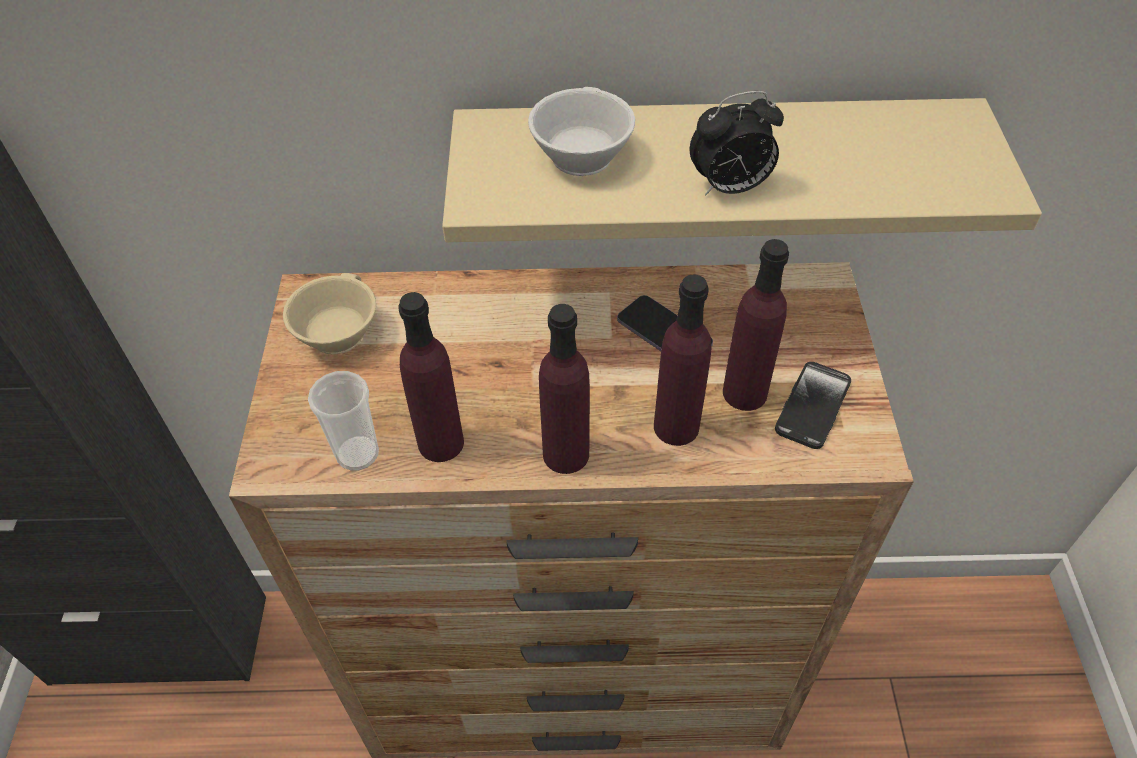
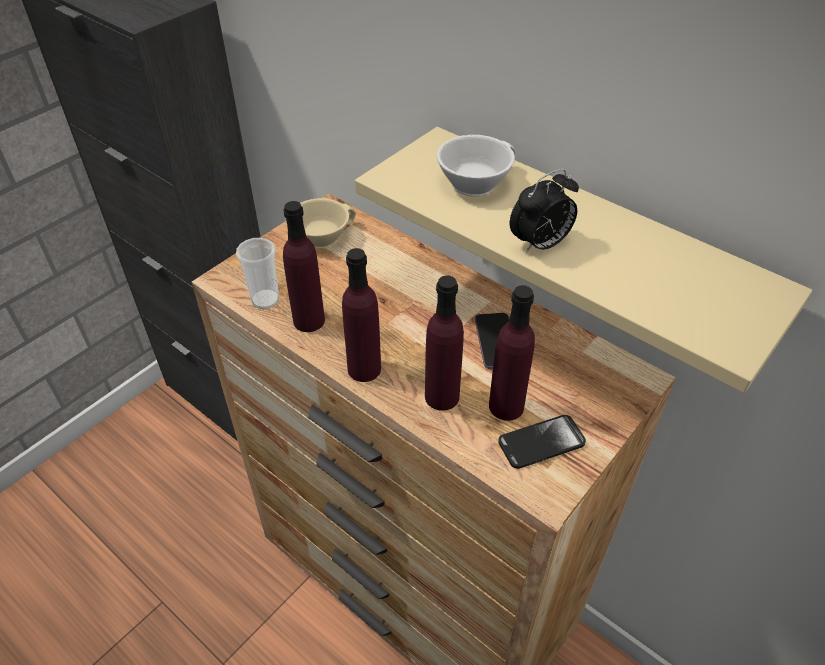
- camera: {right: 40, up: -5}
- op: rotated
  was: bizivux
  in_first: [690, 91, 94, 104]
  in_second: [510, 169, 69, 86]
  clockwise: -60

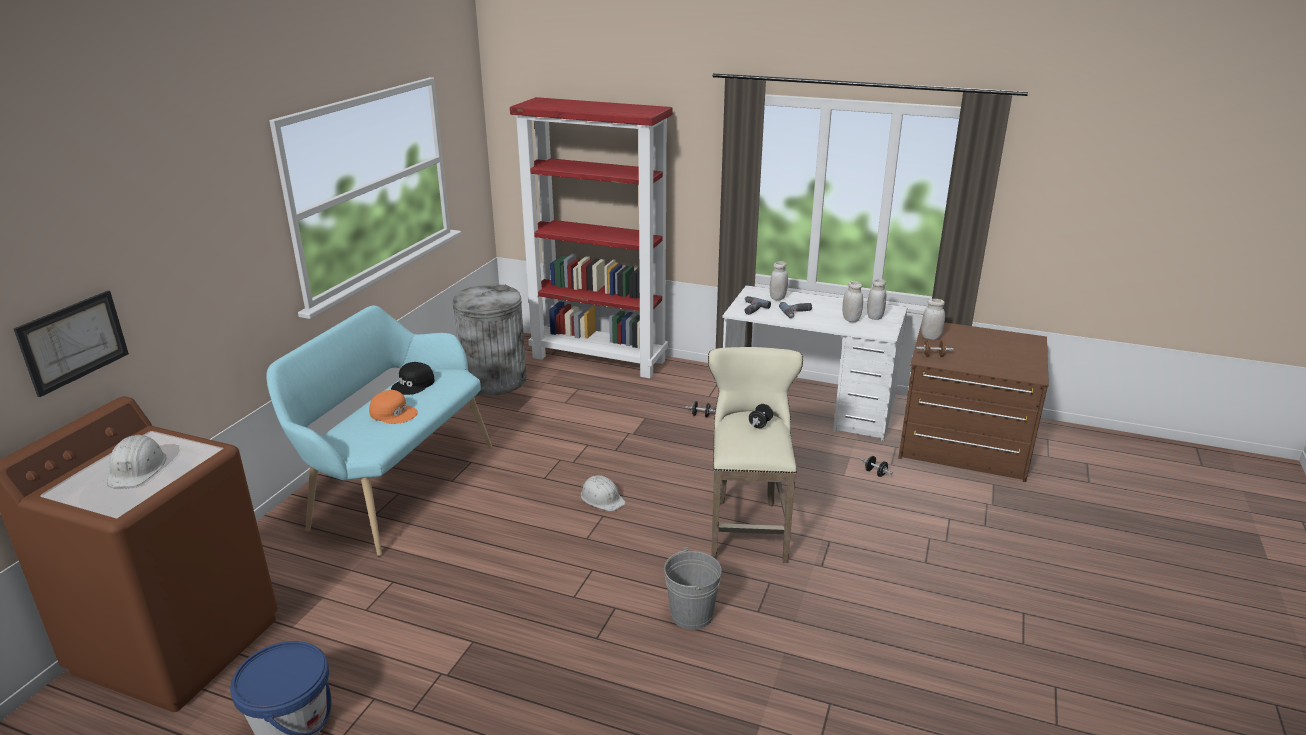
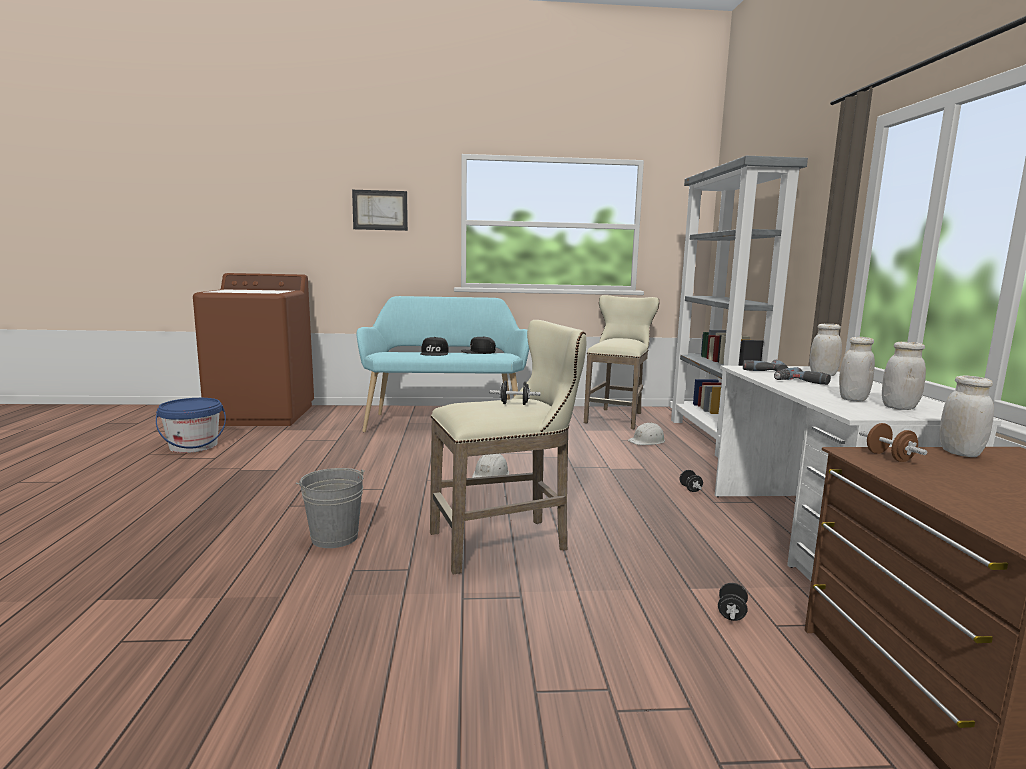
- camera: {right: 65, up: -15}
- op: shifted
  was: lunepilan
  in_first: [14, 291, 115, 106]
  in_second: [352, 190, 56, 41]
- op: shifted
  was: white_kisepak
  in_first: [107, 435, 60, 53]
  in_second: [628, 422, 37, 23]
- op: swapped
  was: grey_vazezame
  now: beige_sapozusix
  in_first: [453, 285, 74, 110]
  in_second: [584, 295, 75, 134]
- op: repainted
  was: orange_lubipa
  now: black_lubipa
  in_first: [369, 390, 49, 34]
  in_second: [421, 337, 28, 19]
- op: repainted
  was: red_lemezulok
  now: grey_lemezulok
  in_first: [510, 97, 163, 281]
  in_second: [670, 156, 138, 302]

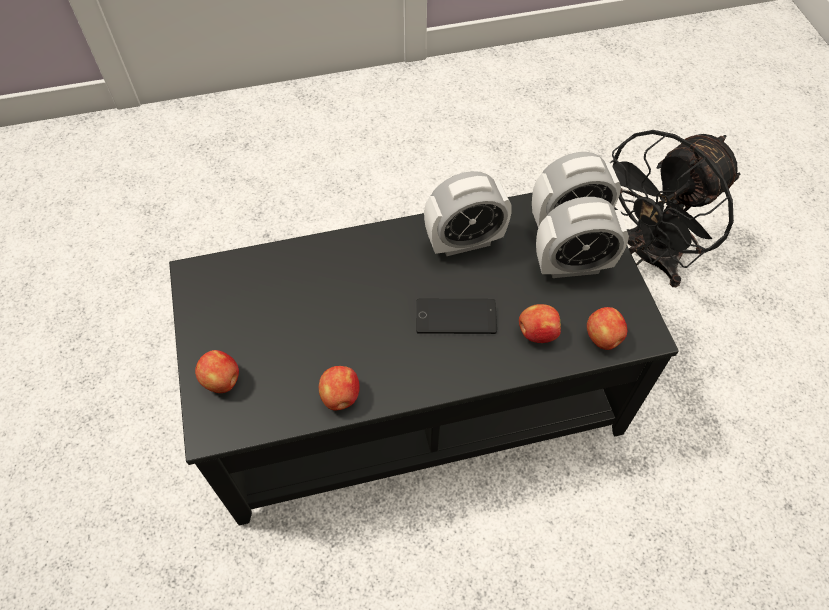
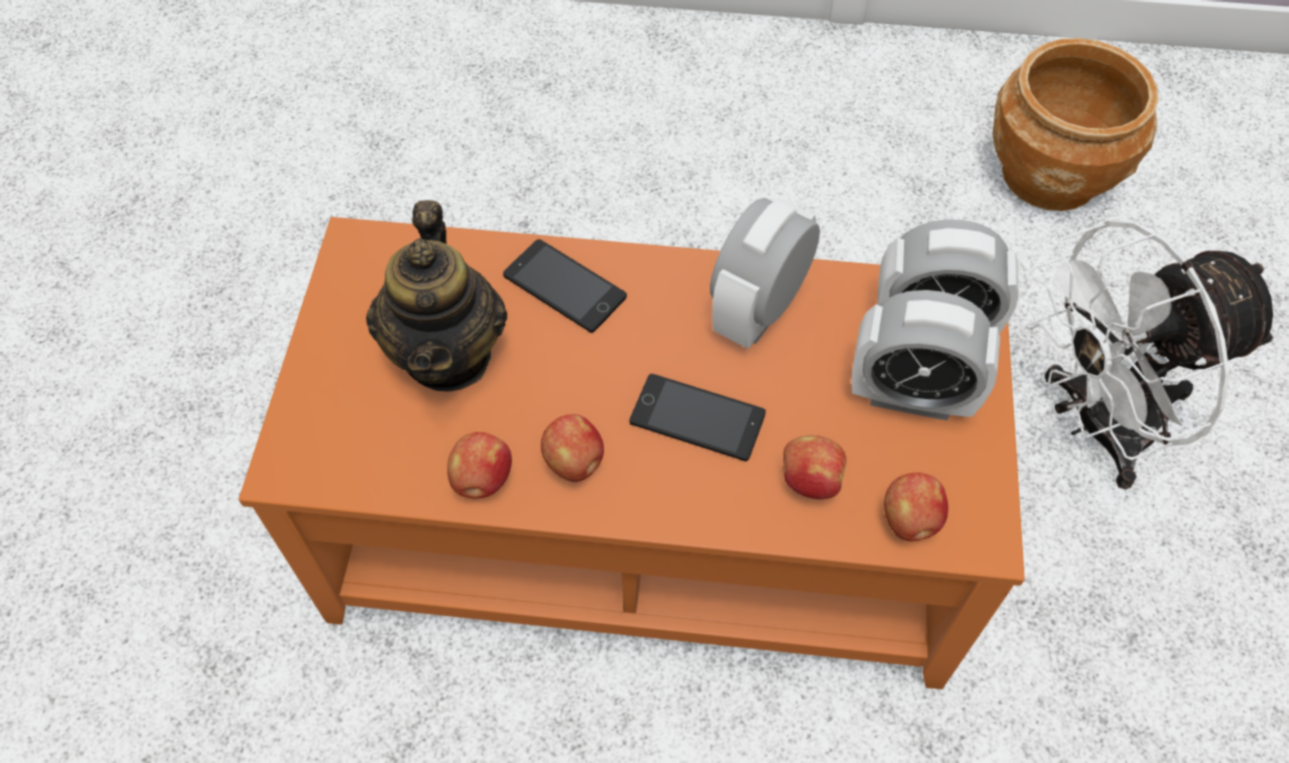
- camera: {right: 20, up: 0}
- op: new
  now: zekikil
  in_second: [366, 200, 141, 192]
- op: new
  now: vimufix
  in_second: [503, 239, 124, 94]
- op: new
  now: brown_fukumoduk
  in_second: [992, 38, 167, 173]
- op: shifted
  was: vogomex
  in_first: [195, 350, 44, 43]
  in_second: [541, 414, 63, 68]
- op: repainted
  was: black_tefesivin
  now: orange_tefesivin
  in_first: [169, 192, 510, 334]
  in_second: [239, 217, 786, 472]
- op: repainted
  was: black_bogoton
  now: white_bogoton
  in_first: [609, 130, 131, 157]
  in_second: [1026, 220, 252, 269]
- op: rotated
  was: bizivux
  in_first: [424, 171, 88, 85]
  in_second: [710, 197, 110, 152]
  clockwise: 120

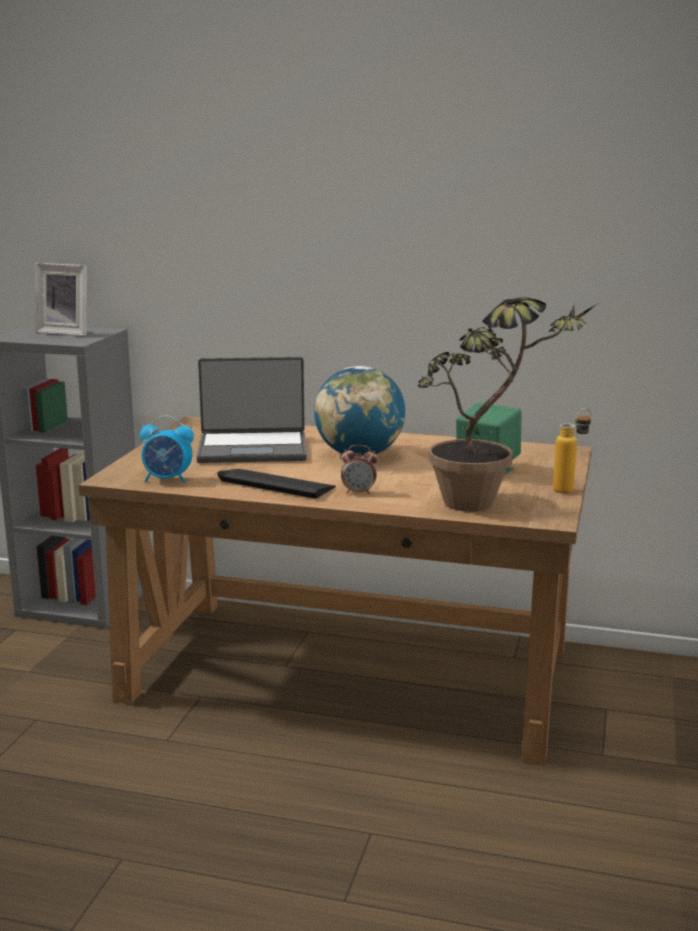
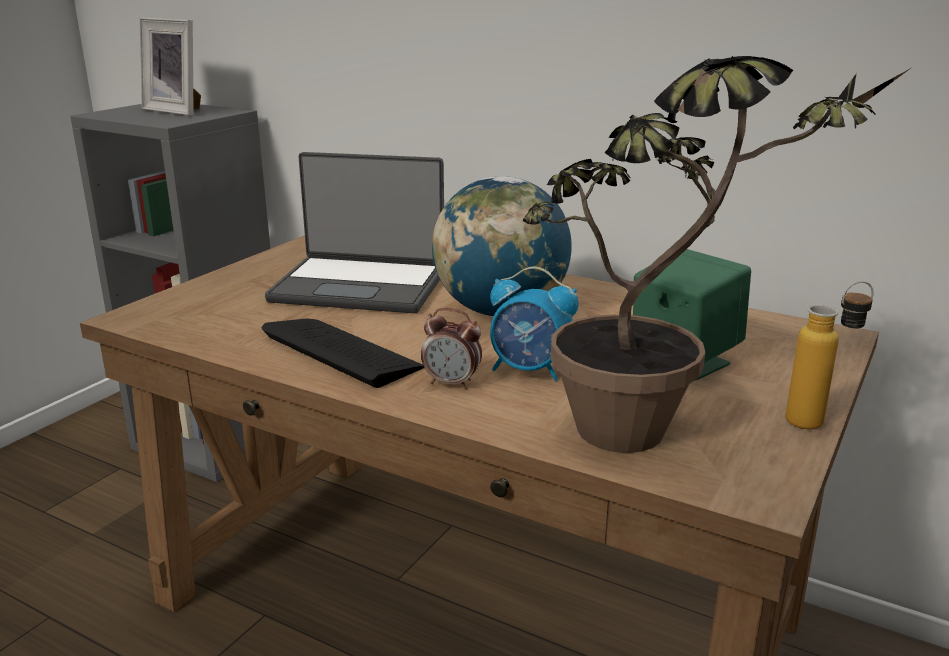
- camera: {right: 15, up: 5}
- op: shifted
  was: bizivux
  in_first: [140, 416, 54, 67]
  in_second: [490, 267, 89, 114]

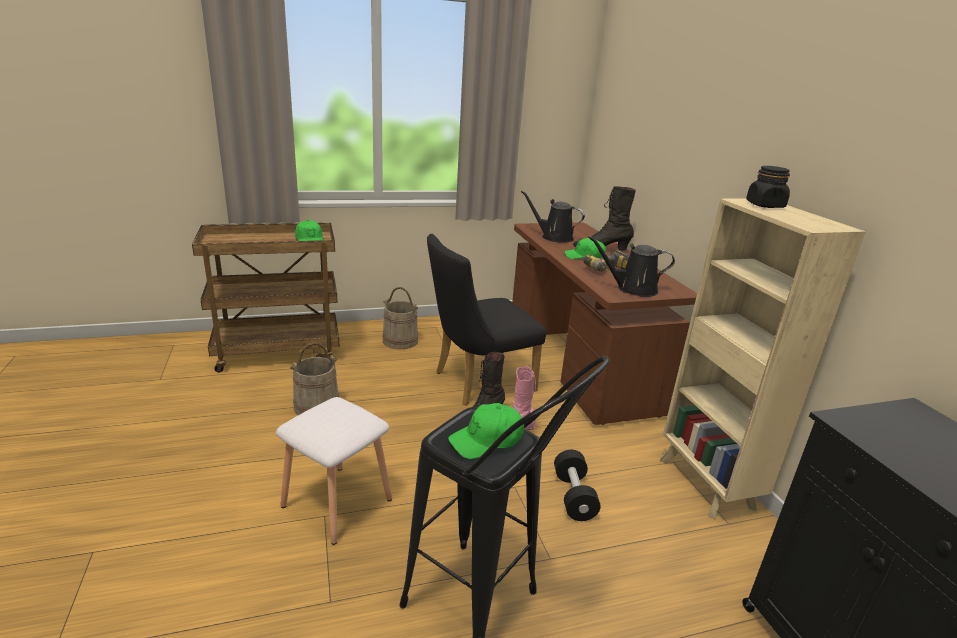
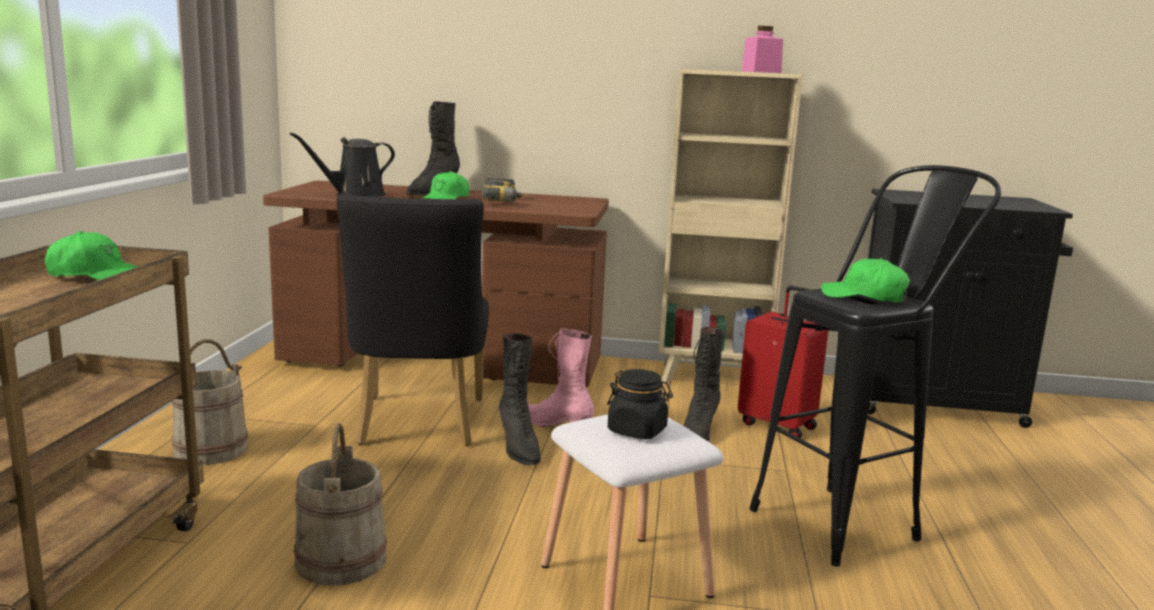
- camera: {right: -65, up: -10}
- op: gone
  was: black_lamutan
  in_first: [588, 236, 87, 61]
- op: new
  now: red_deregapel
  in_second: [738, 286, 90, 152]
- op: new
  now: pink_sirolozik
  in_second: [742, 26, 41, 47]
- op: shifted
  was: black_sirolozik
  in_first: [746, 166, 44, 42]
  in_second: [607, 369, 66, 70]
- op: swapped
  was: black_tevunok
  now: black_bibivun
  in_first: [554, 450, 47, 71]
  in_second: [683, 327, 41, 115]
- op: rotated
  was: green_lubipa
  in_first: [448, 403, 76, 56]
  in_second: [821, 258, 89, 44]
  clockwise: 120

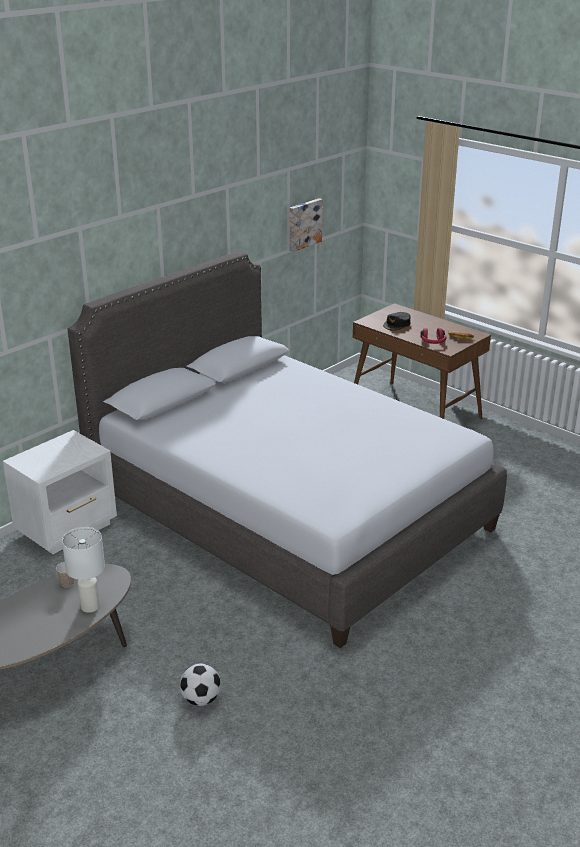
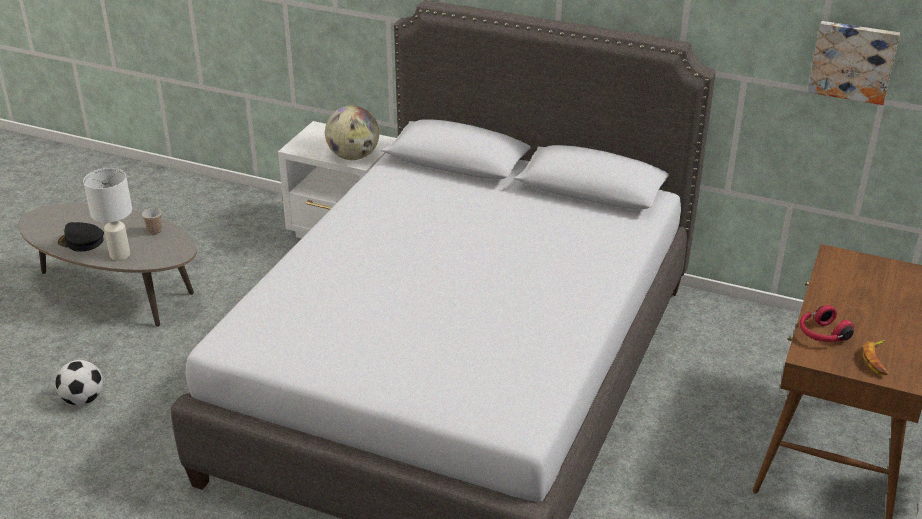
- camera: {right: 70, up: 5}
- op: new
  now: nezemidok
  in_second: [325, 106, 54, 54]
- op: shifted
  was: black_lubipa
  in_first: [383, 312, 28, 19]
  in_second: [58, 222, 46, 30]

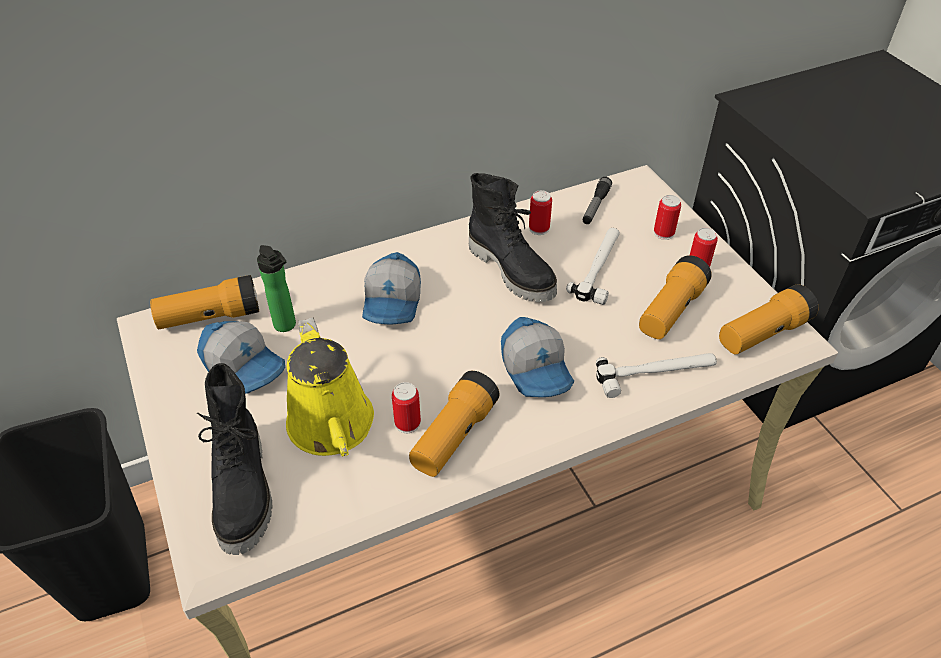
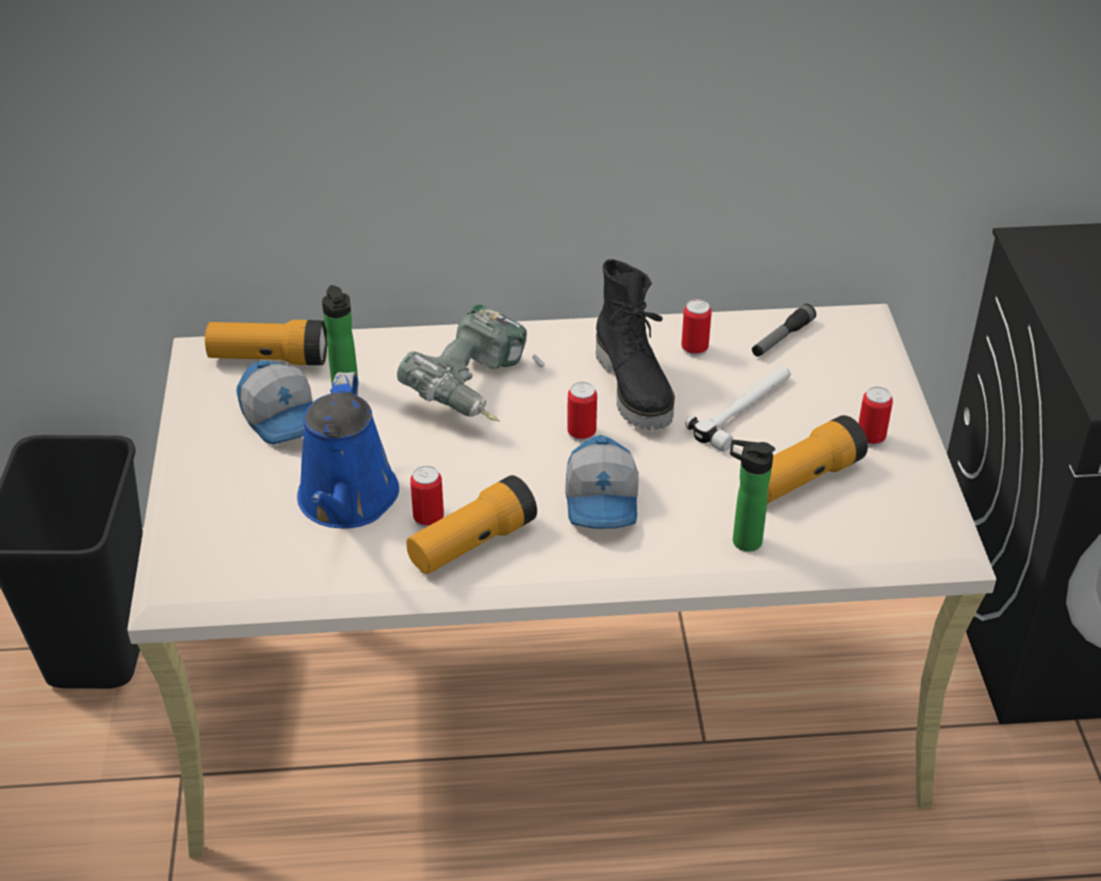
- camera: {right: 20, up: -5}
- op: gone
  was: black_bibivun
  in_first: [197, 363, 75, 192]
- op: gone
  was: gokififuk
  in_first: [719, 285, 99, 70]
- op: shifted
  was: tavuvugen
  in_first: [654, 195, 27, 45]
  in_second: [567, 382, 30, 60]
- op: swapped
  was: lubipa
  now: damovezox
  in_first: [362, 252, 59, 73]
  in_second: [397, 304, 147, 118]
- op: swapped
  was: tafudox
  now: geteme
  in_first: [596, 353, 121, 45]
  in_second: [730, 440, 45, 112]
- op: repainted
  was: yellow_lamutan
  now: blue_lamutan
  in_first: [286, 317, 88, 139]
  in_second: [297, 372, 102, 156]

